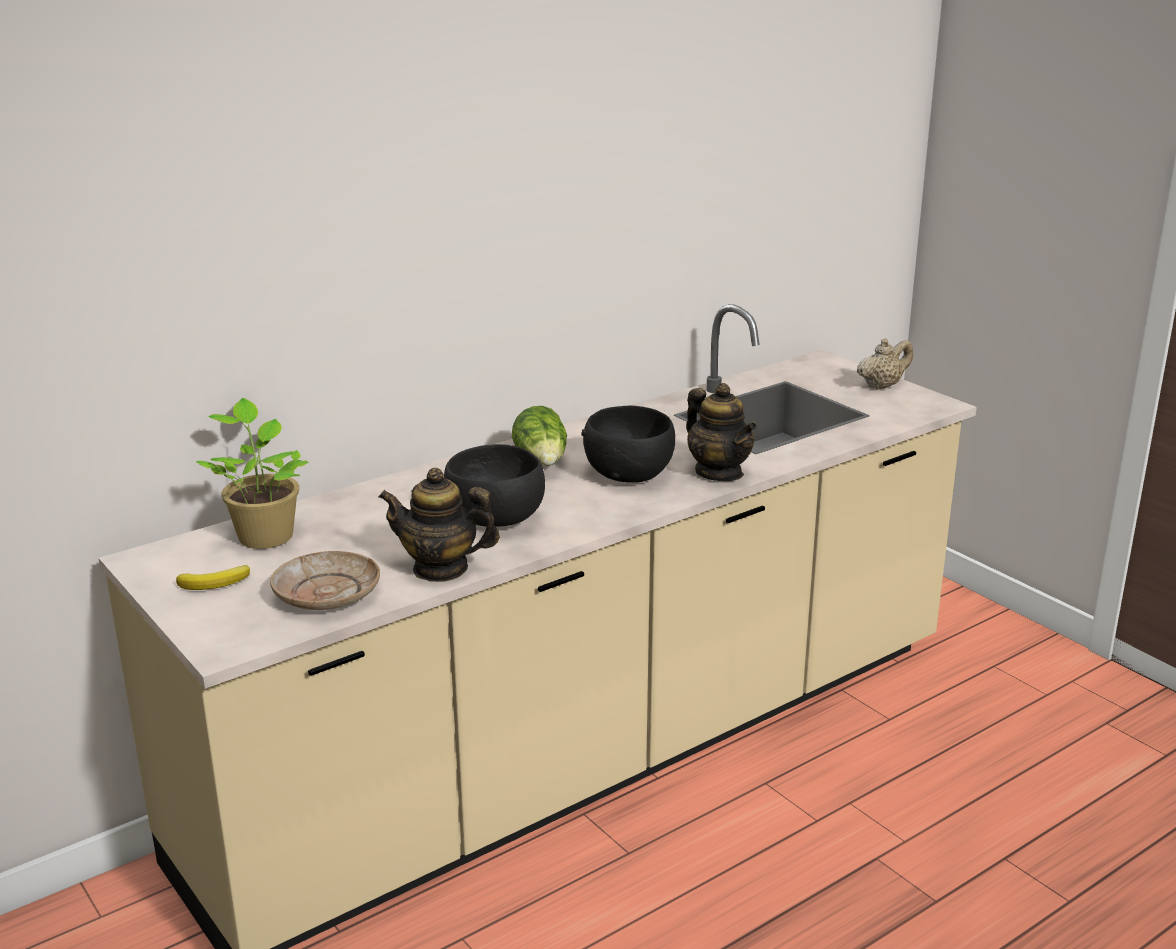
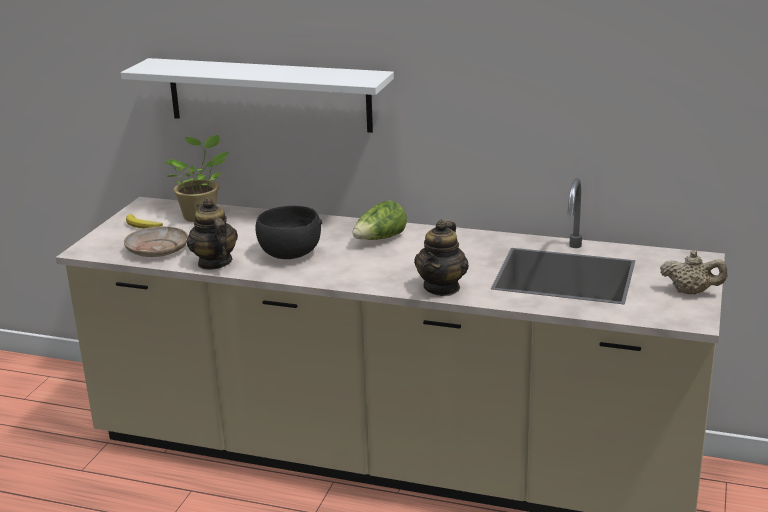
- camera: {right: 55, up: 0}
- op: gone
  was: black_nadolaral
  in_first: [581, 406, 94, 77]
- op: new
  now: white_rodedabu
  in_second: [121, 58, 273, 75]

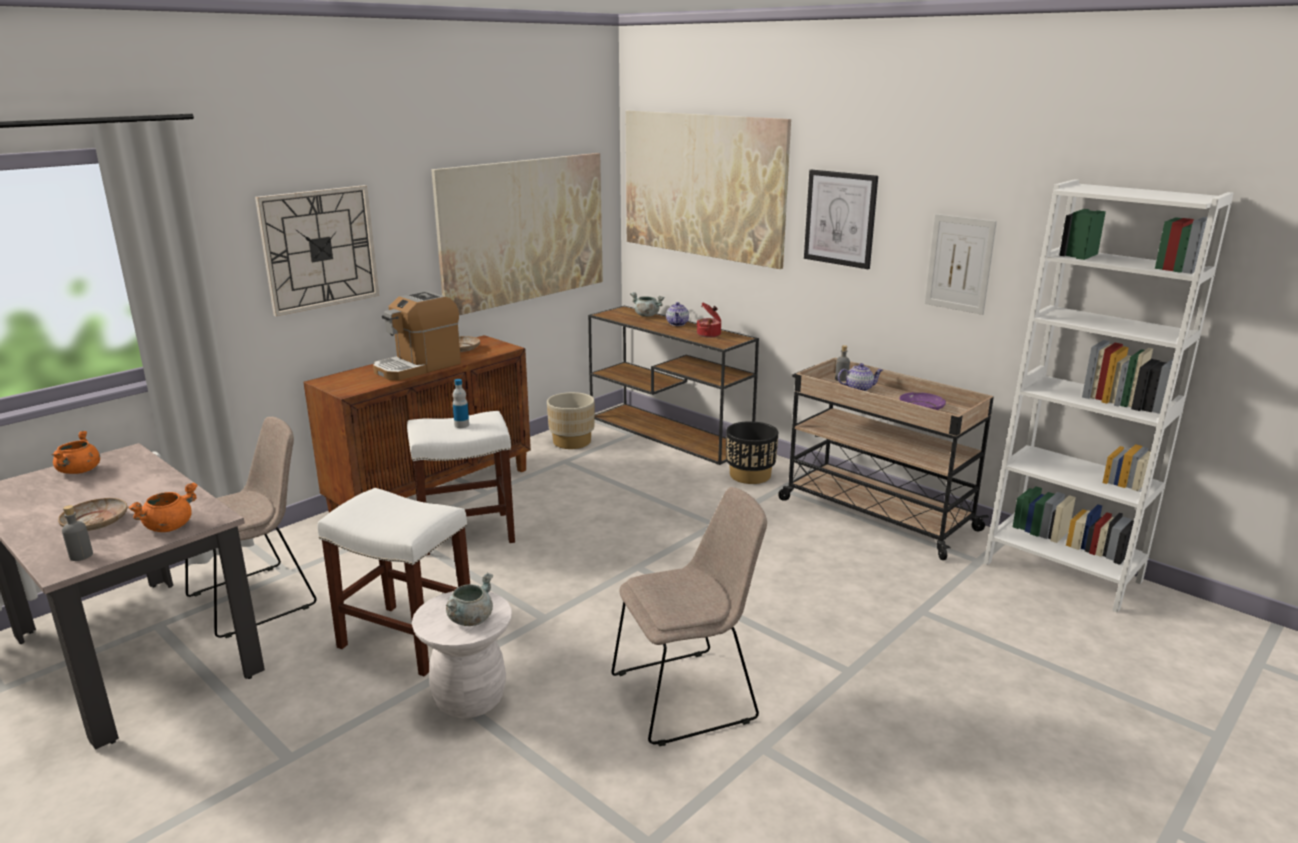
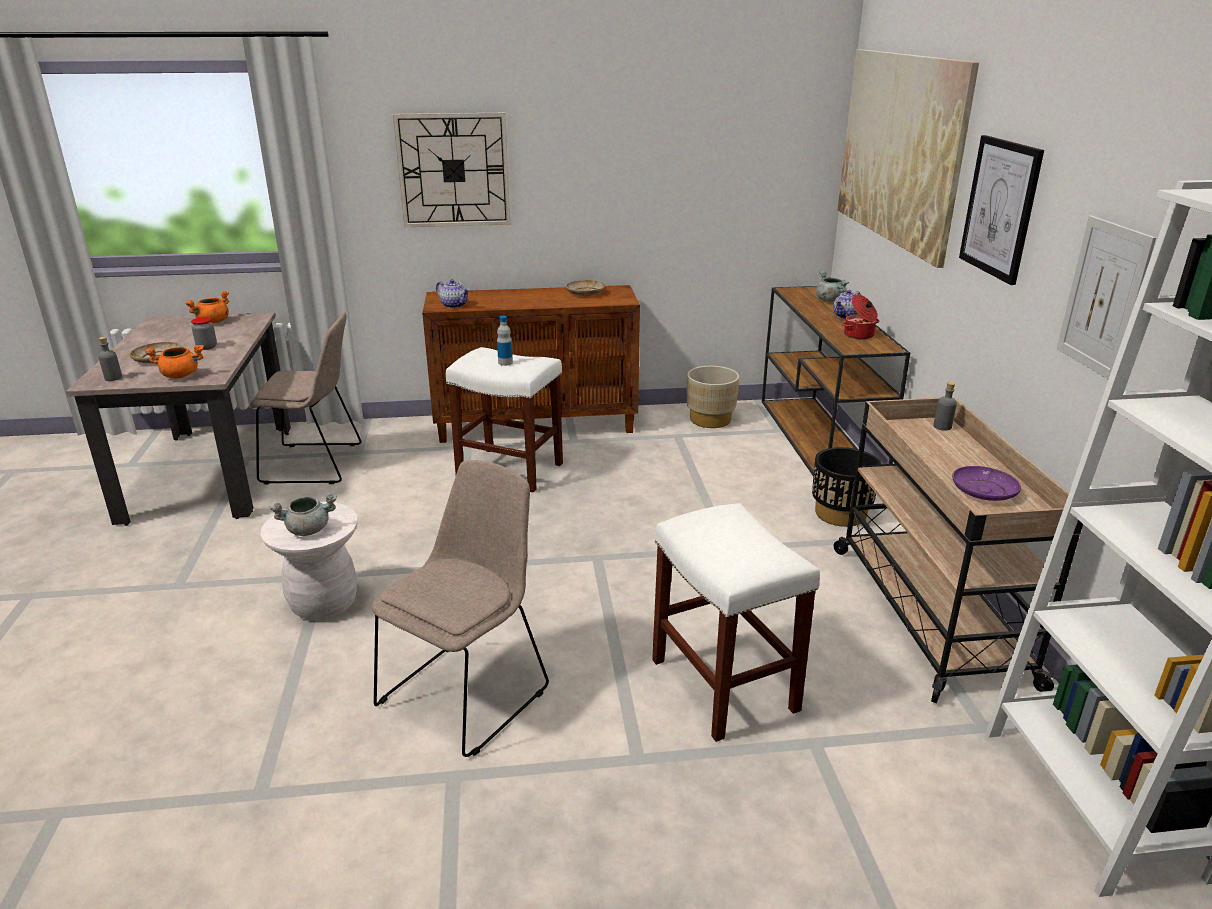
- camera: {right: 40, up: 5}
- op: gone
  was: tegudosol
  in_first: [373, 291, 88, 89]
- op: gone
  was: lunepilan
  in_first: [431, 153, 172, 162]
- op: new
  now: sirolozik
  in_second: [191, 317, 26, 33]
- op: shifted
  was: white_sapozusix
  in_first: [318, 488, 152, 188]
  in_second: [652, 503, 168, 239]
- op: shifted
  was: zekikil
  in_first: [838, 363, 45, 28]
  in_second: [436, 279, 34, 29]
- op: rotated
  was: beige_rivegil
  in_first: [611, 487, 156, 259]
  in_second: [372, 460, 177, 297]
  clockwise: -75

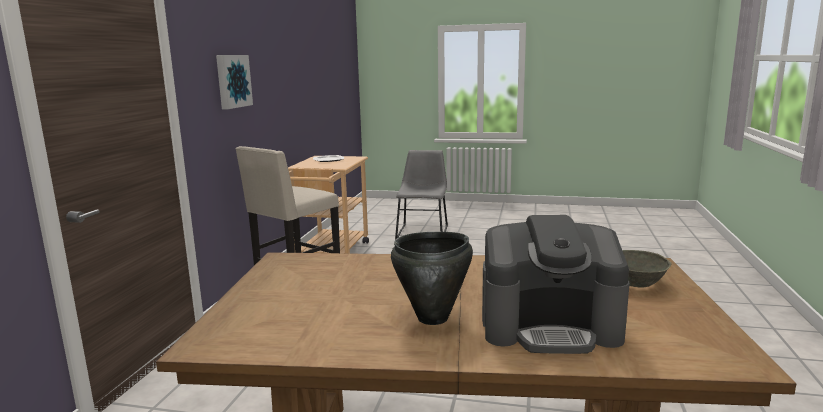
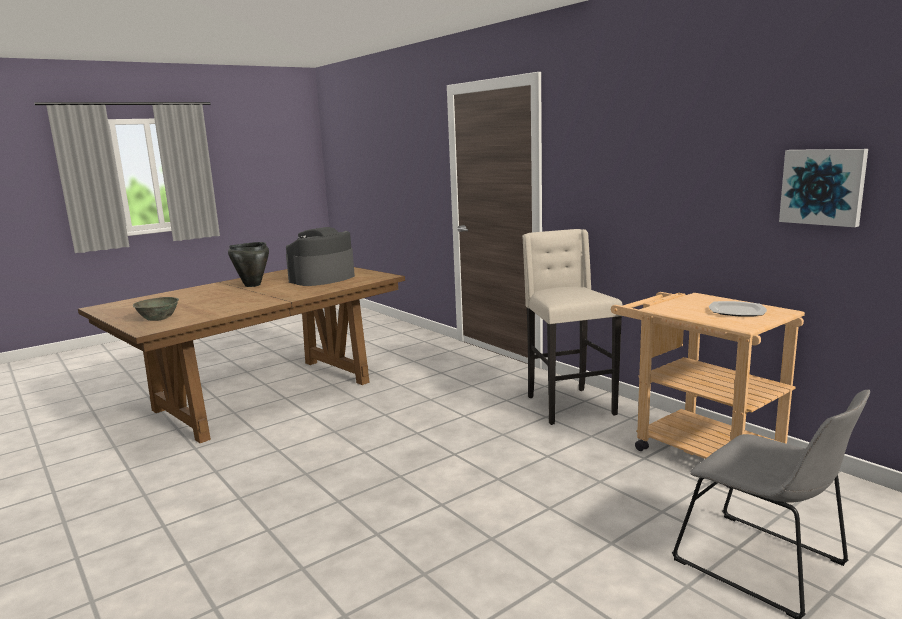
- camera: {right: 130, up: 0}
- op: shifted
  was: lunepilan
  in_first: [216, 55, 37, 54]
  in_second: [779, 149, 89, 78]
- op: shifted
  was: tegudosol
  in_first: [482, 215, 148, 139]
  in_second: [286, 227, 69, 59]

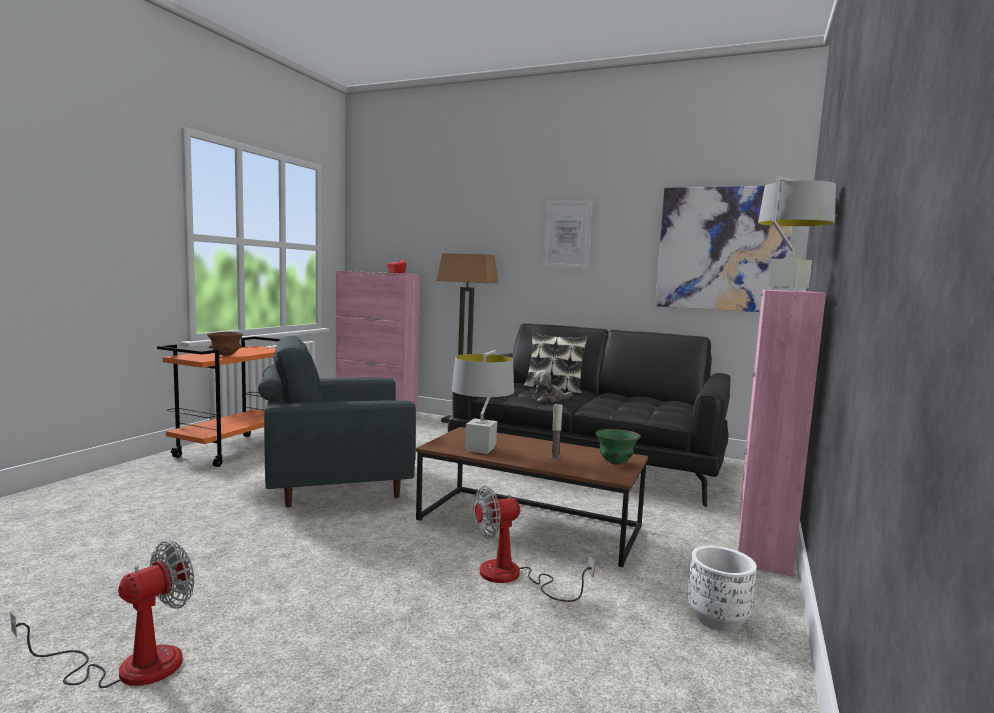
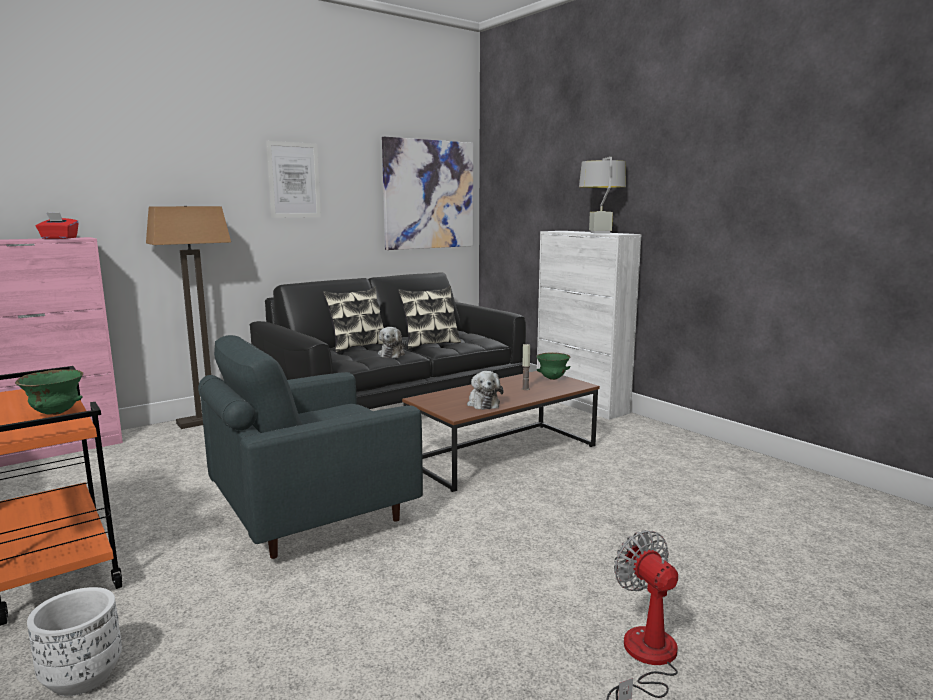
- camera: {right: -60, up: 5}
- op: gone
  was: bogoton
  in_first: [473, 486, 122, 116]
- op: new
  now: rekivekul
  in_second: [398, 286, 63, 63]
- op: shifted
  was: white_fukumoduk
  in_first: [687, 546, 70, 86]
  in_second: [27, 587, 95, 109]
- op: swapped
  was: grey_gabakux
  now: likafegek
  in_first: [452, 350, 62, 104]
  in_second: [467, 371, 36, 39]
- op: repainted
  was: brown_nadolaral
  now: green_nadolaral
  in_first: [207, 332, 36, 24]
  in_second: [15, 369, 68, 46]
- op: repainted
  was: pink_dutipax
  now: white_dutipax
  in_first: [738, 290, 88, 287]
  in_second: [537, 231, 105, 189]
- op: rotated
  was: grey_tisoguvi
  in_first: [258, 336, 158, 171]
  in_second: [198, 335, 225, 224]
  clockwise: 45

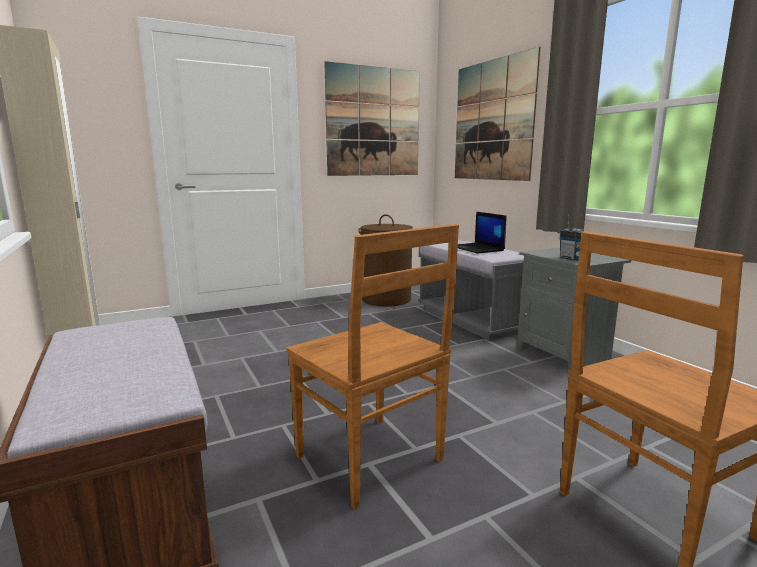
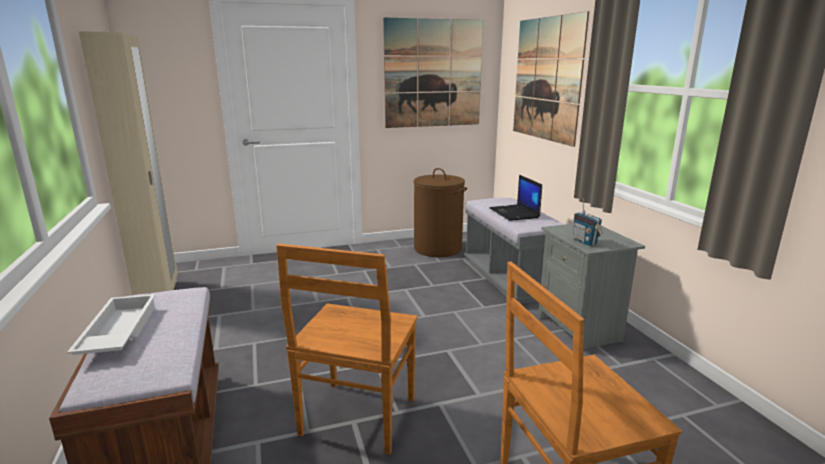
- camera: {right: 10, up: 5}
- op: new
  now: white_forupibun
  in_second: [67, 294, 89, 61]
- op: rotated
  was: brown_rivegil
  in_first: [286, 224, 173, 285]
  in_second: [276, 244, 141, 211]
  clockwise: 45

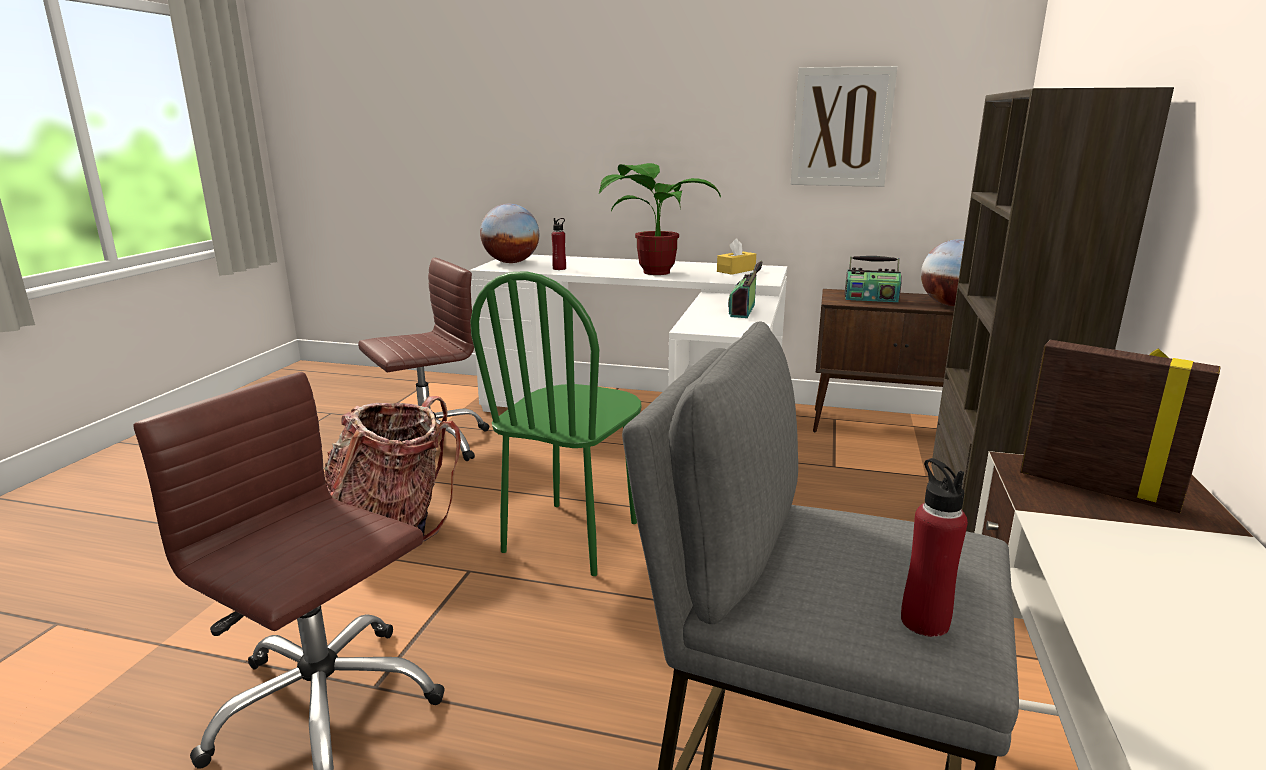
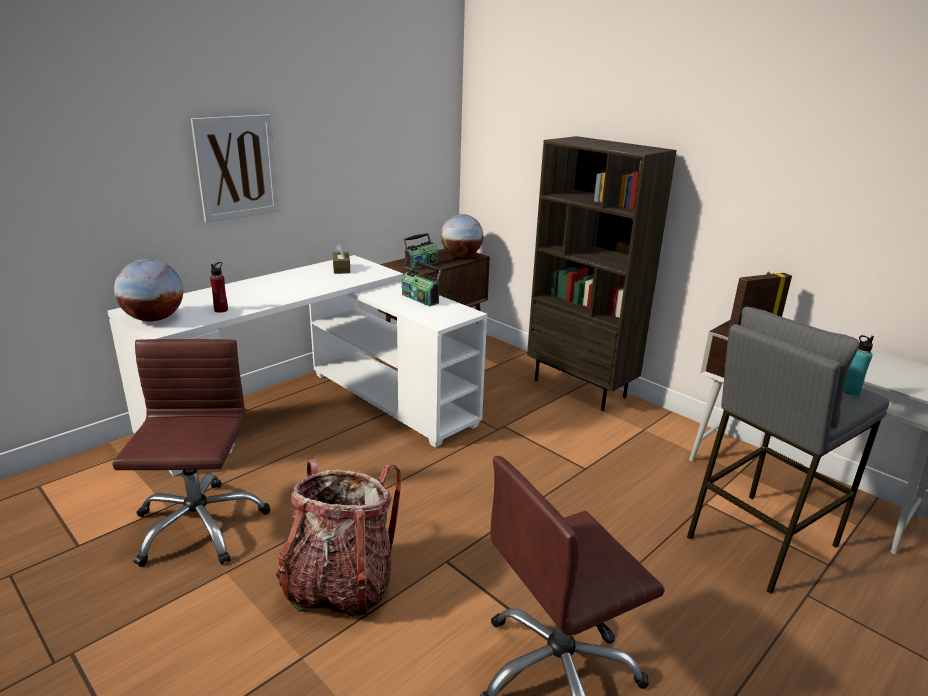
- camera: {right: -60, up: 5}
- op: gone
  was: green_rivegil
  in_first: [471, 271, 170, 305]
- op: gone
  was: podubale
  in_first: [599, 163, 122, 112]
- op: shifted
  was: lunepilan
  in_first: [791, 66, 106, 121]
  in_second: [191, 114, 88, 109]
- op: repainted
  was: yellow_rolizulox
  now: brown_rolizulox
  in_first: [717, 238, 39, 37]
  in_second: [333, 244, 17, 30]
- op: repainted
  was: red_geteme
  now: turquoise_geteme
  in_first: [901, 458, 67, 179]
  in_second: [843, 335, 31, 60]

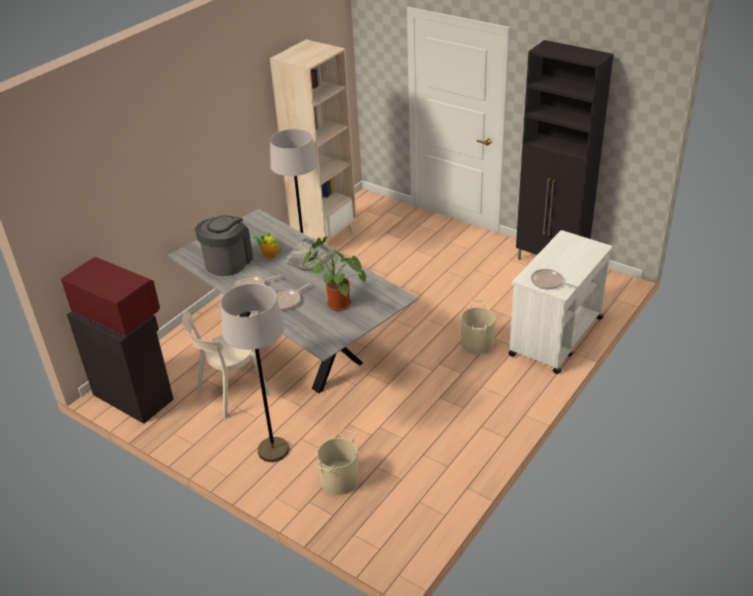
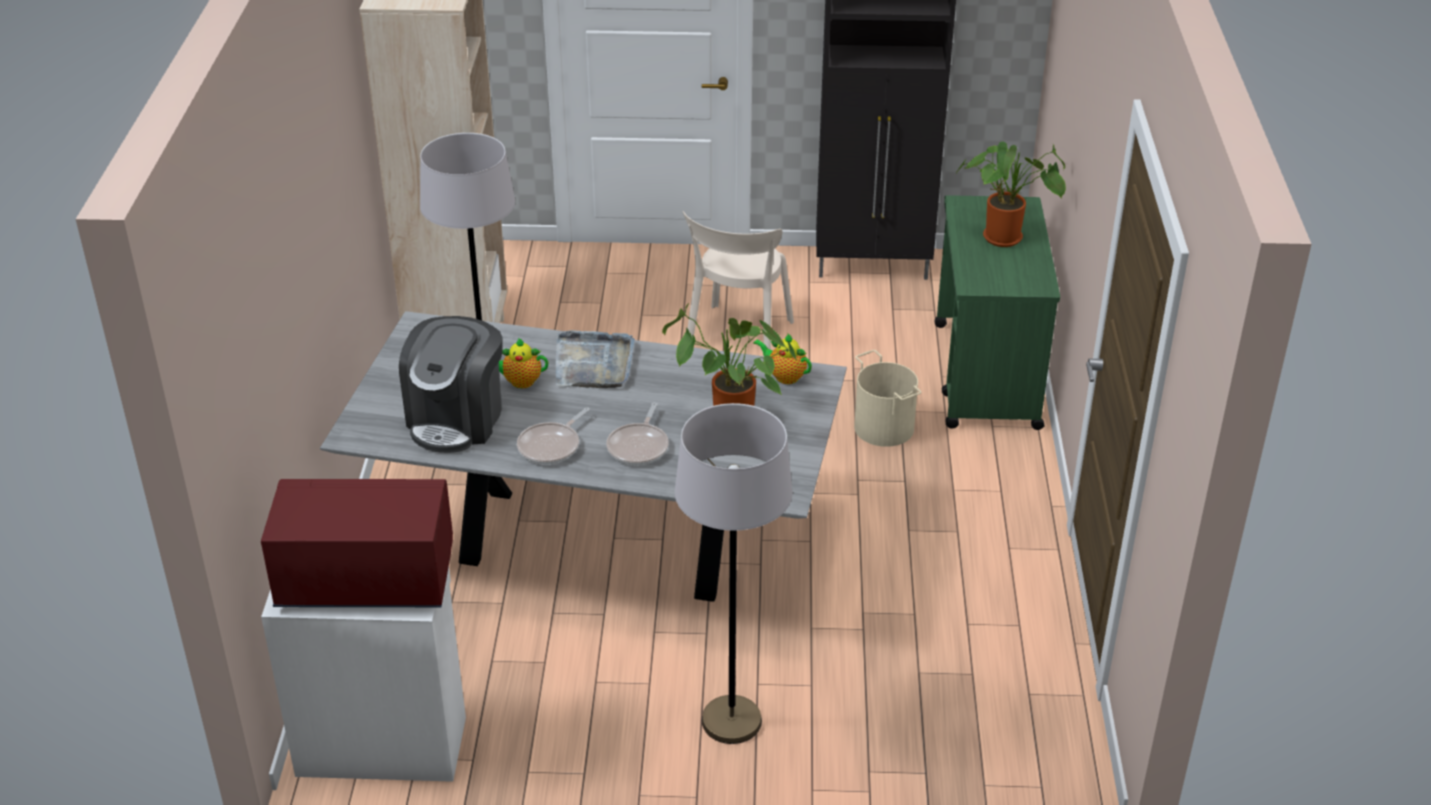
- camera: {right: -35, up: 0}
- op: gone
  was: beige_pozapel
  in_first: [316, 429, 43, 66]
- op: gone
  was: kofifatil
  in_first: [531, 269, 48, 20]
- op: new
  now: zekikil
  in_second: [753, 334, 59, 50]
- op: new
  now: podubale
  in_second: [956, 142, 110, 105]
- op: shifted
  was: beige_rivegil
  in_first: [182, 311, 88, 108]
  in_second: [683, 211, 111, 139]
- op: repainted
  was: black_dutipax
  now: white_dutipax
  in_first: [67, 312, 107, 112]
  in_second: [261, 567, 205, 215]
- op: repainted
  was: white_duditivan
  now: green_duditivan
  in_first: [508, 230, 104, 144]
  in_second: [935, 195, 125, 235]
- op: rotated
  was: tegudosol
  in_first: [195, 216, 58, 60]
  in_second: [399, 316, 103, 137]
  clockwise: -150

